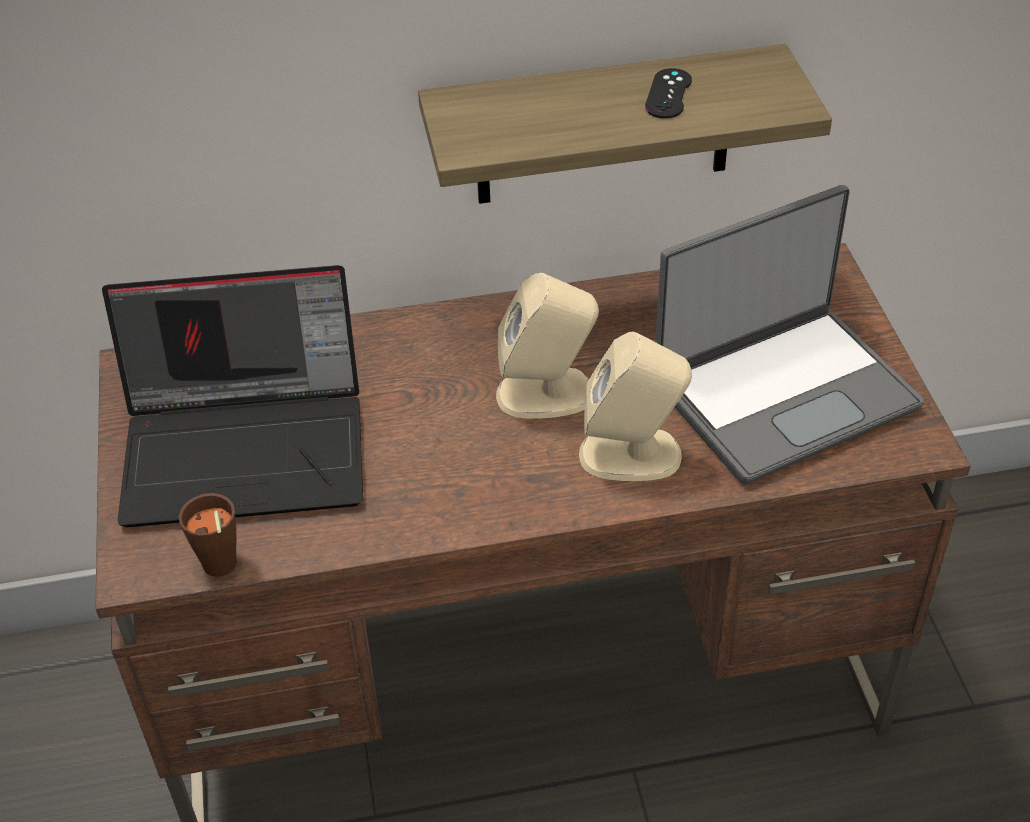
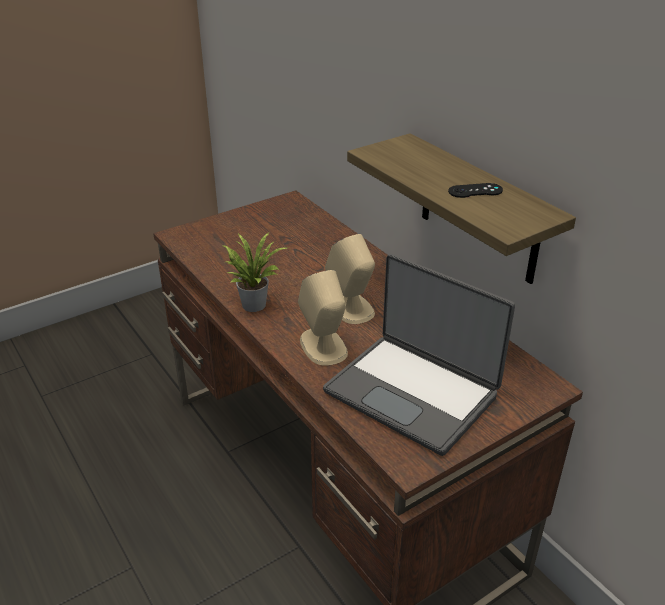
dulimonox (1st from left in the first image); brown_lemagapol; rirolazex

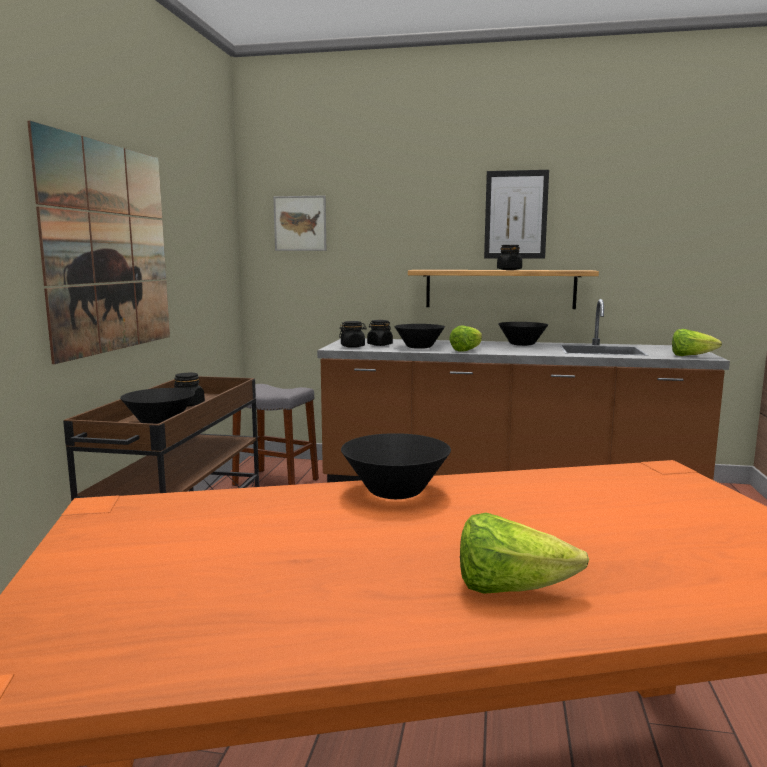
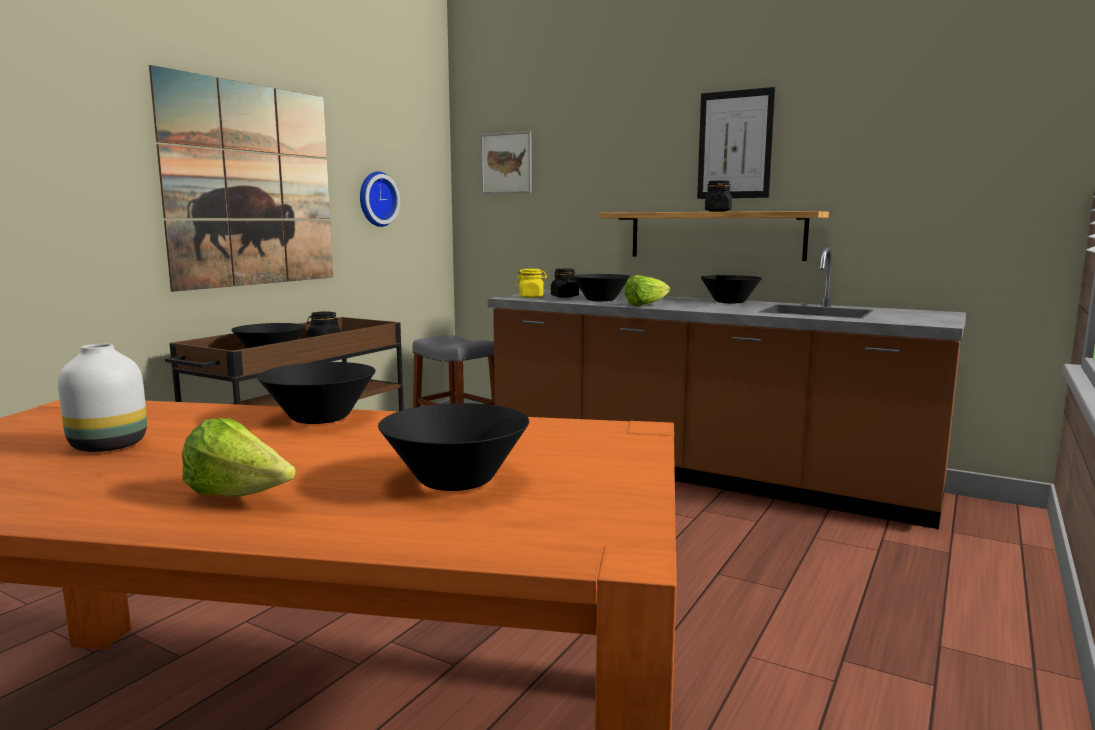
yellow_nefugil; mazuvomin (3rd from left in the first image); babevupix; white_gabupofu; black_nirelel (3rd from left)

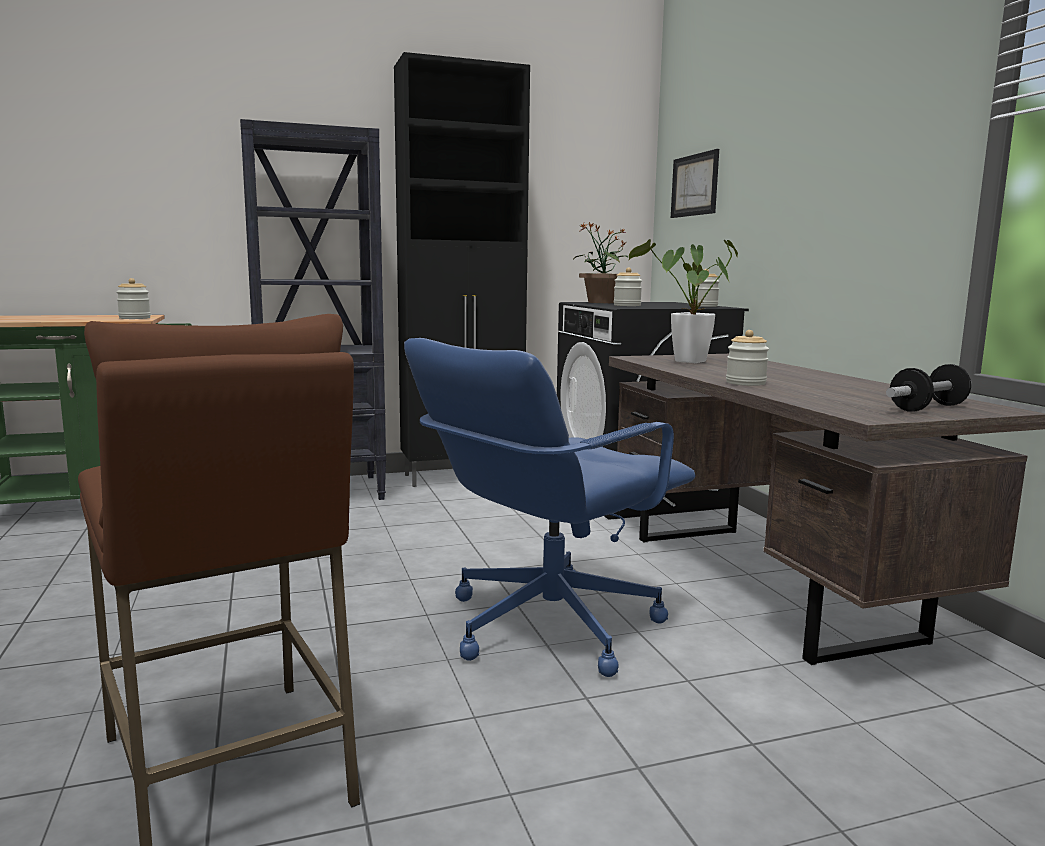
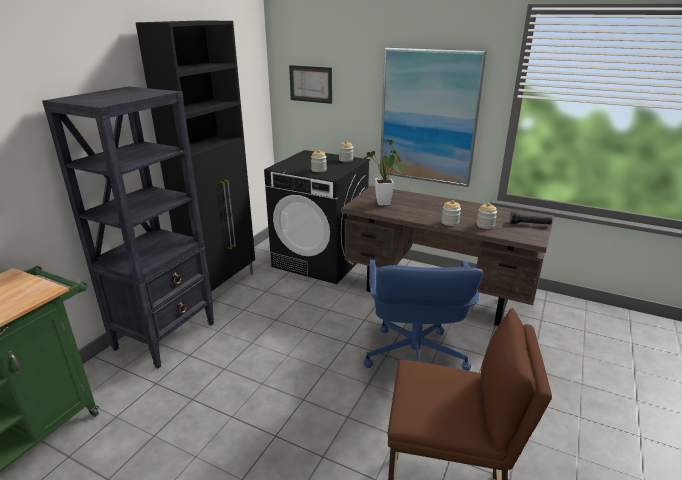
rirolazex (1st from left in the first image); nefugil (4th from left); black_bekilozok; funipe (2nd from left)

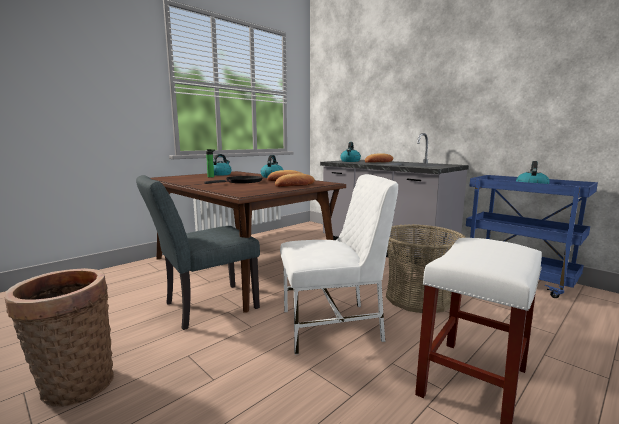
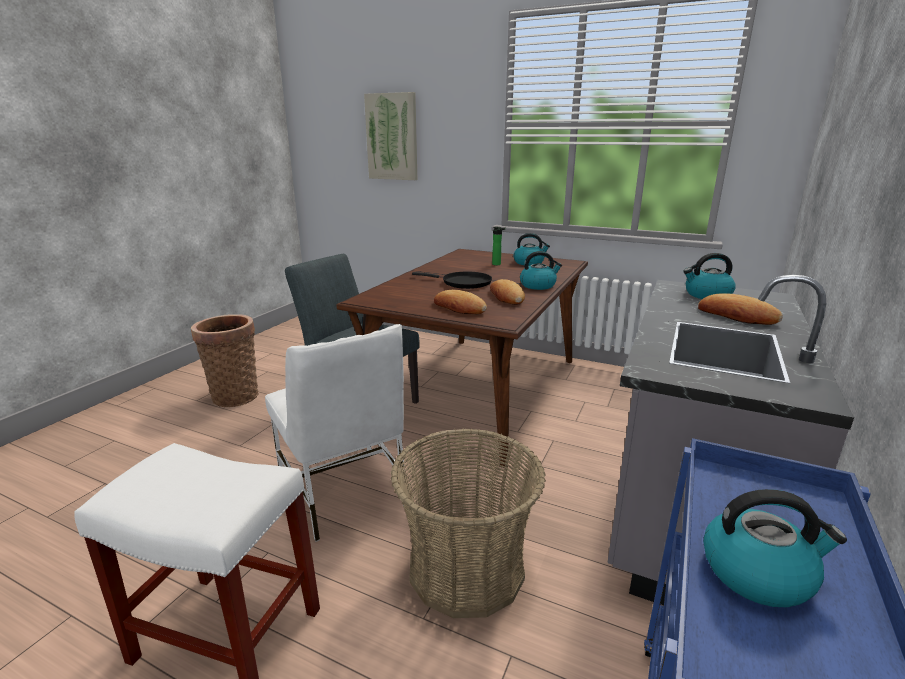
funipe

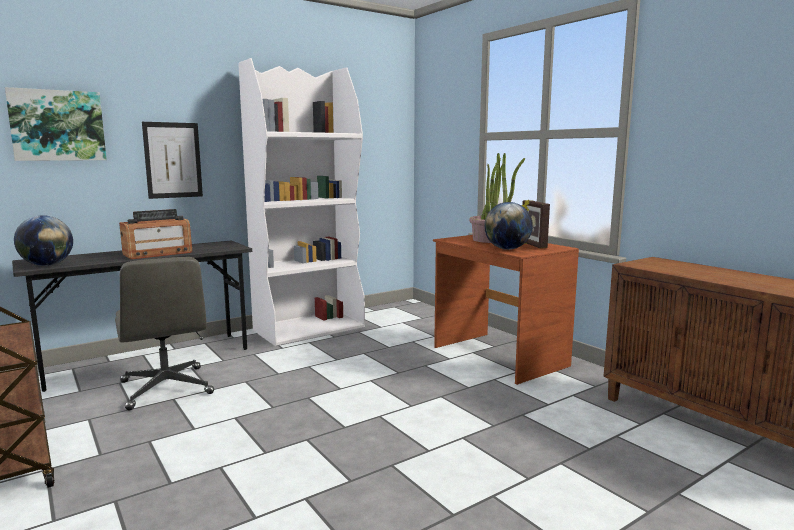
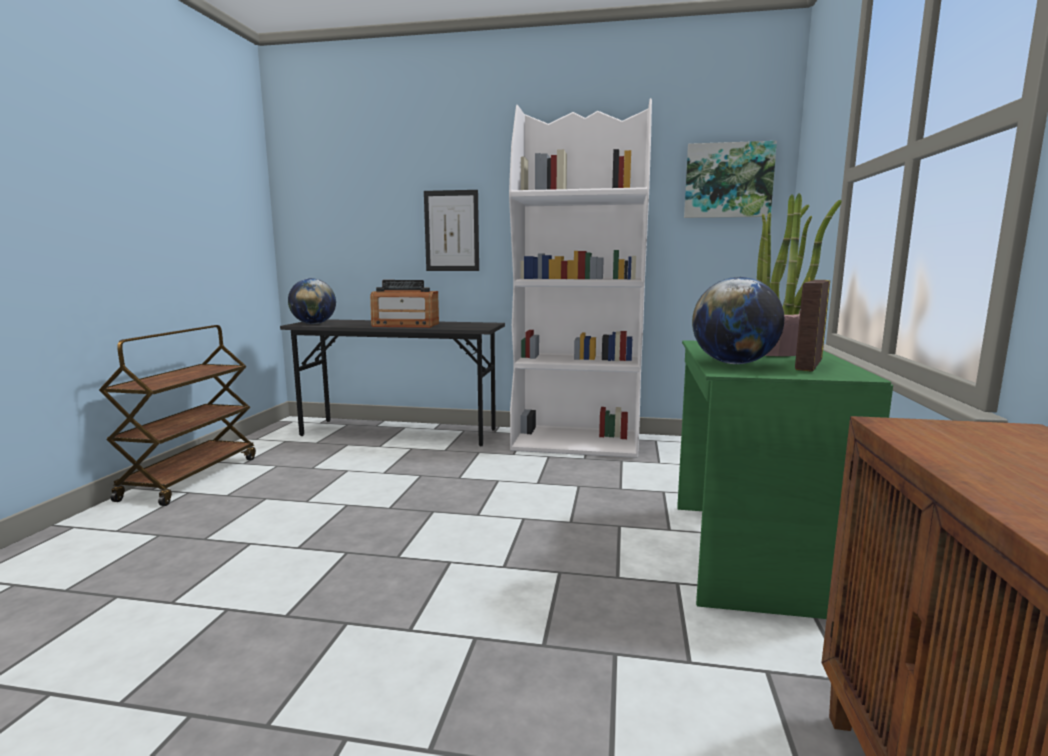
funipe (2nd from left); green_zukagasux; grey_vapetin

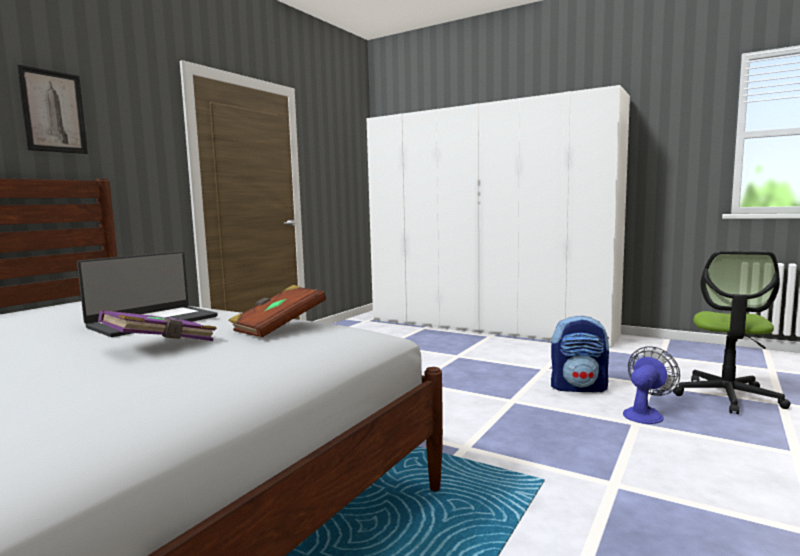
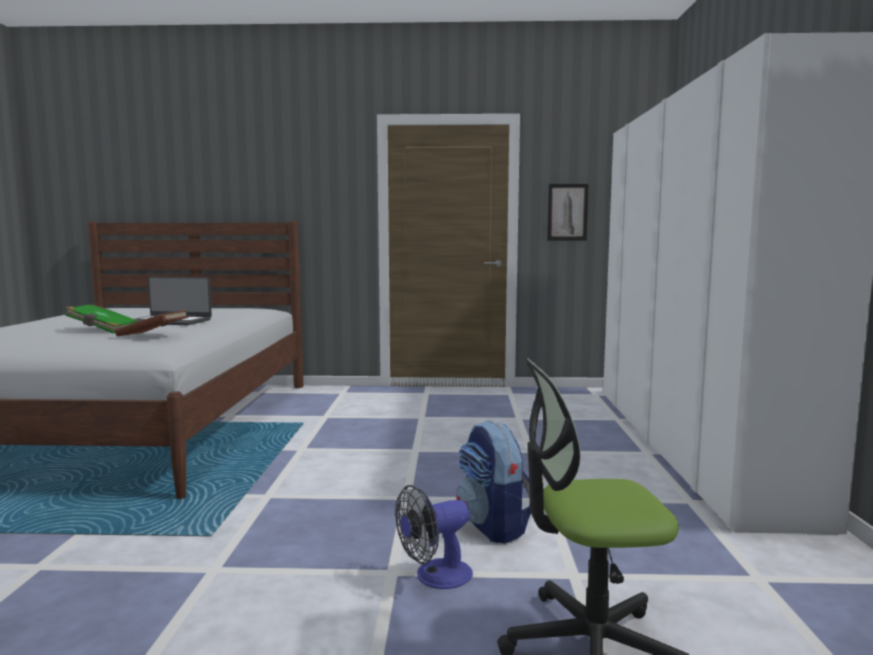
funipe; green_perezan; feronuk

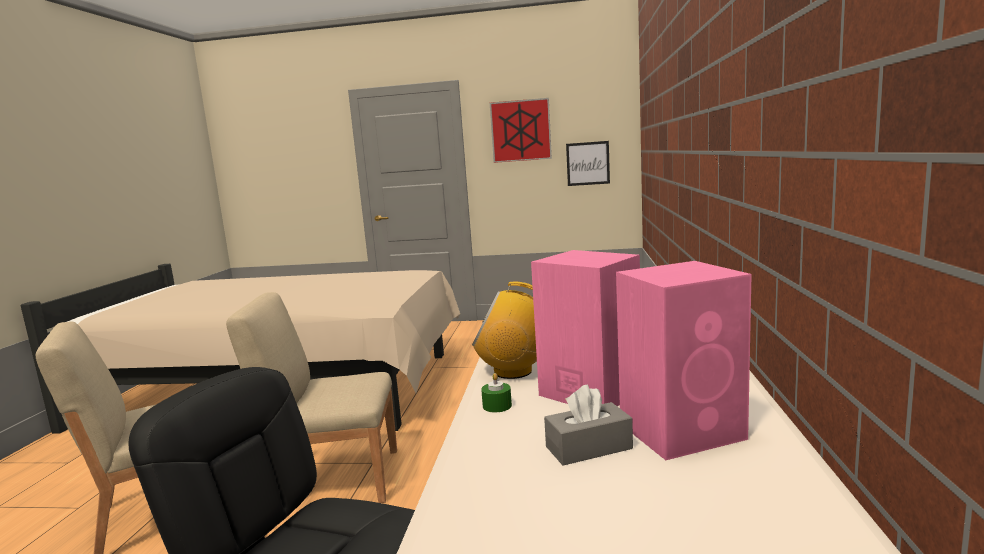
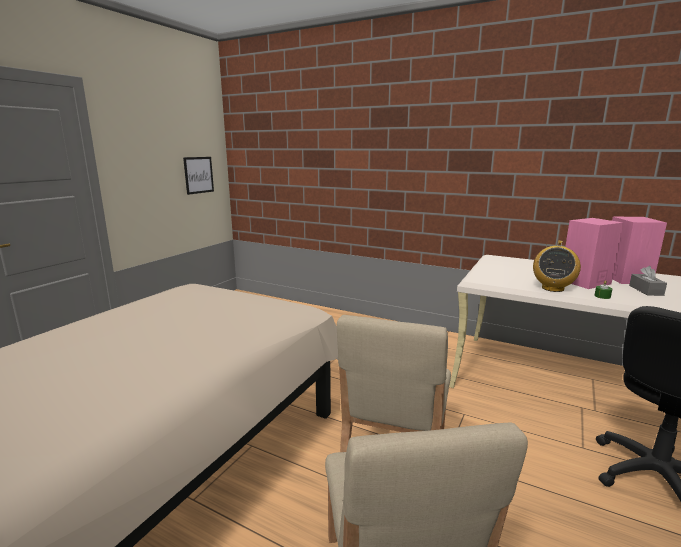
funipe (1st from left in the first image)

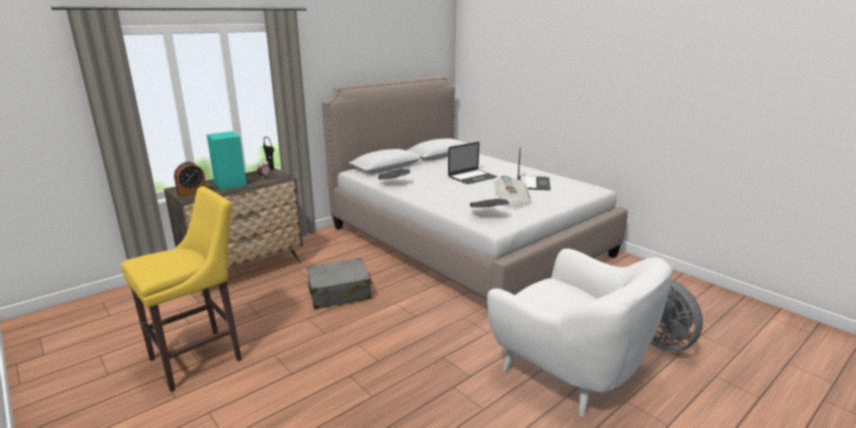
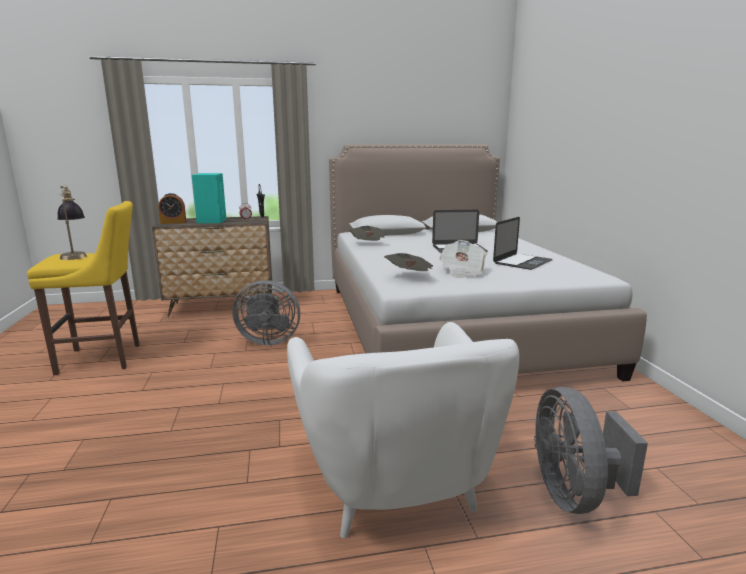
grey_feronuk (1st from left); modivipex

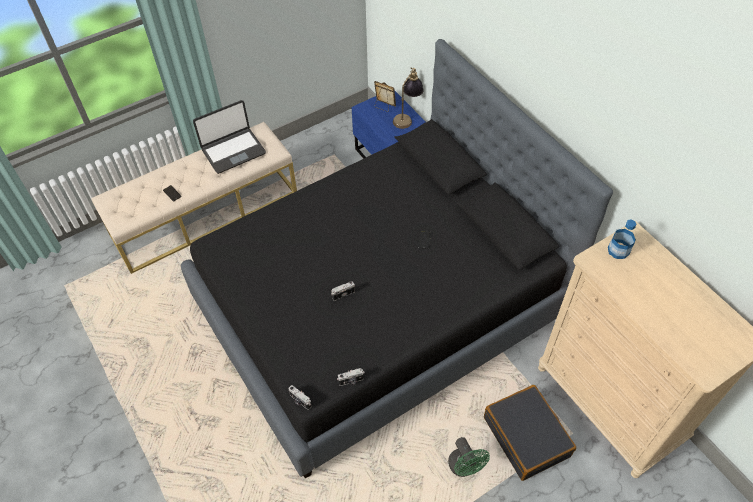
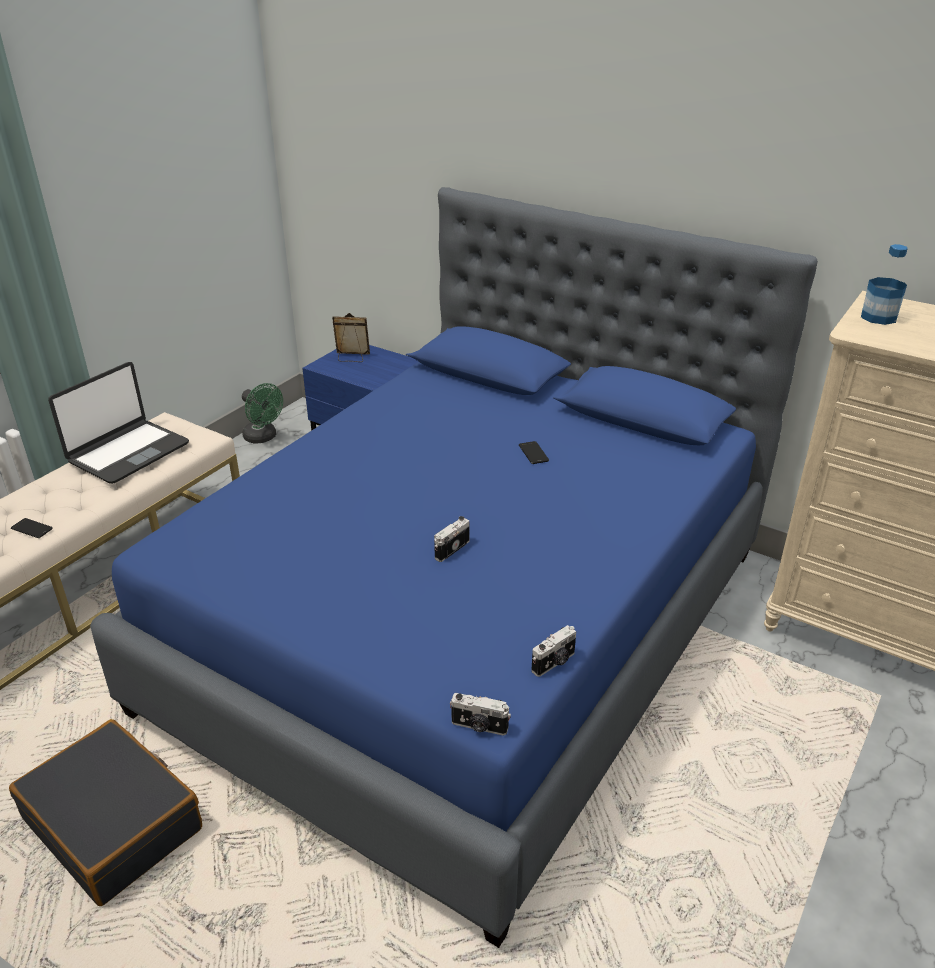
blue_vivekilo; modivipex; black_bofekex; green_feronuk

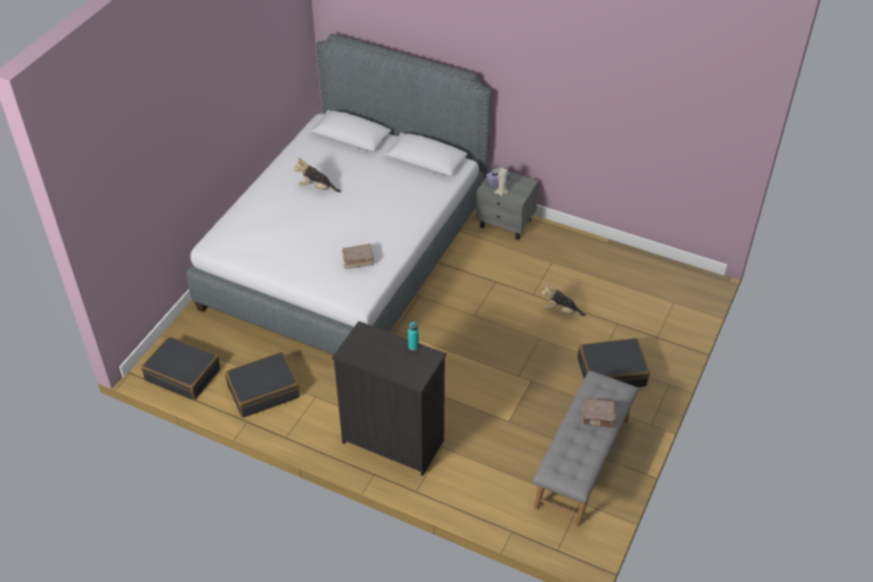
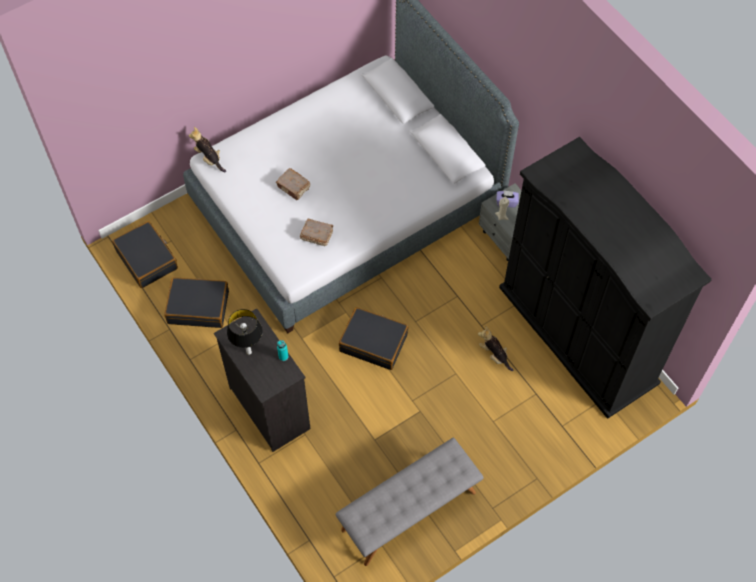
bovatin (1st from left); black_bofekex (3rd from left); brown_perezan (1st from left); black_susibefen; modivipex

